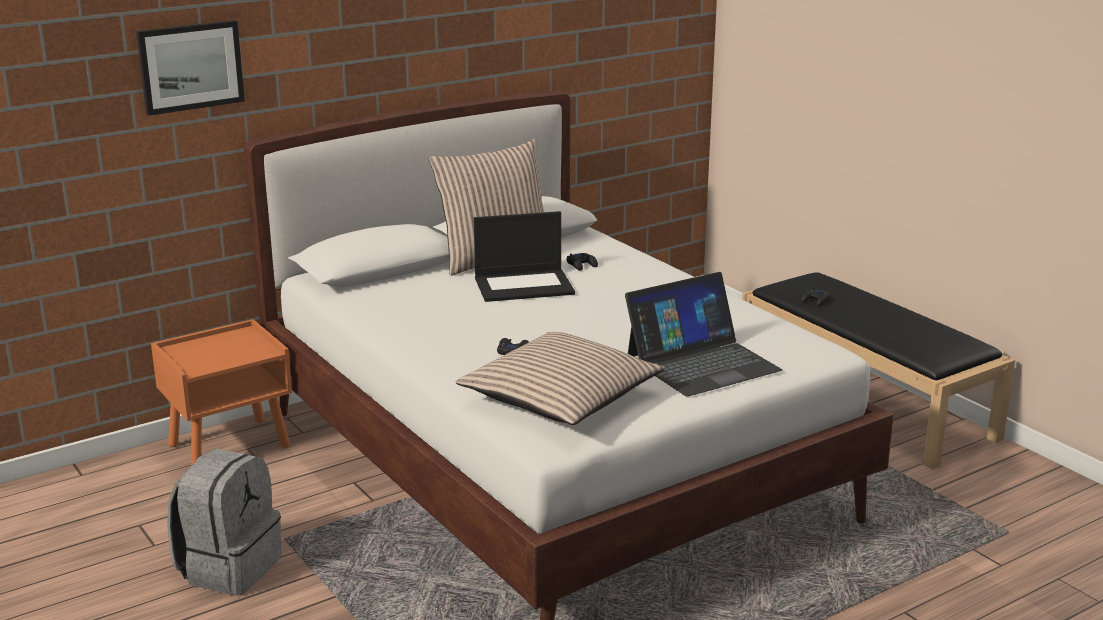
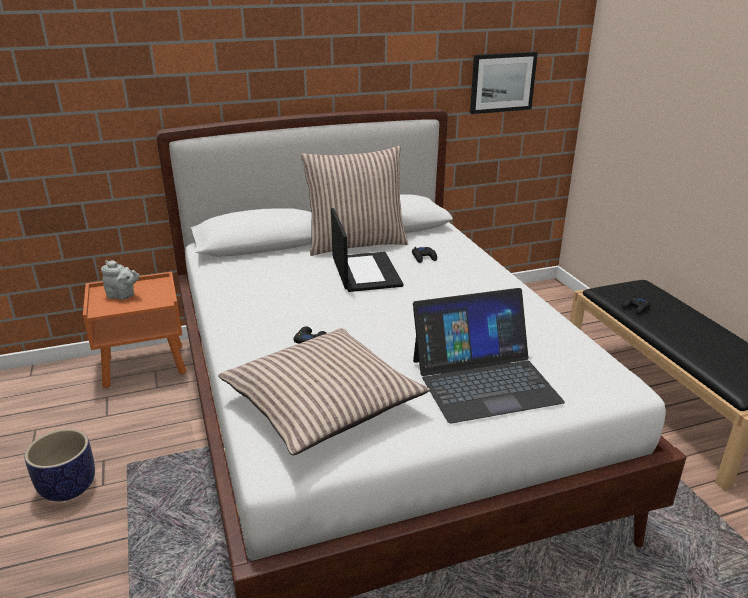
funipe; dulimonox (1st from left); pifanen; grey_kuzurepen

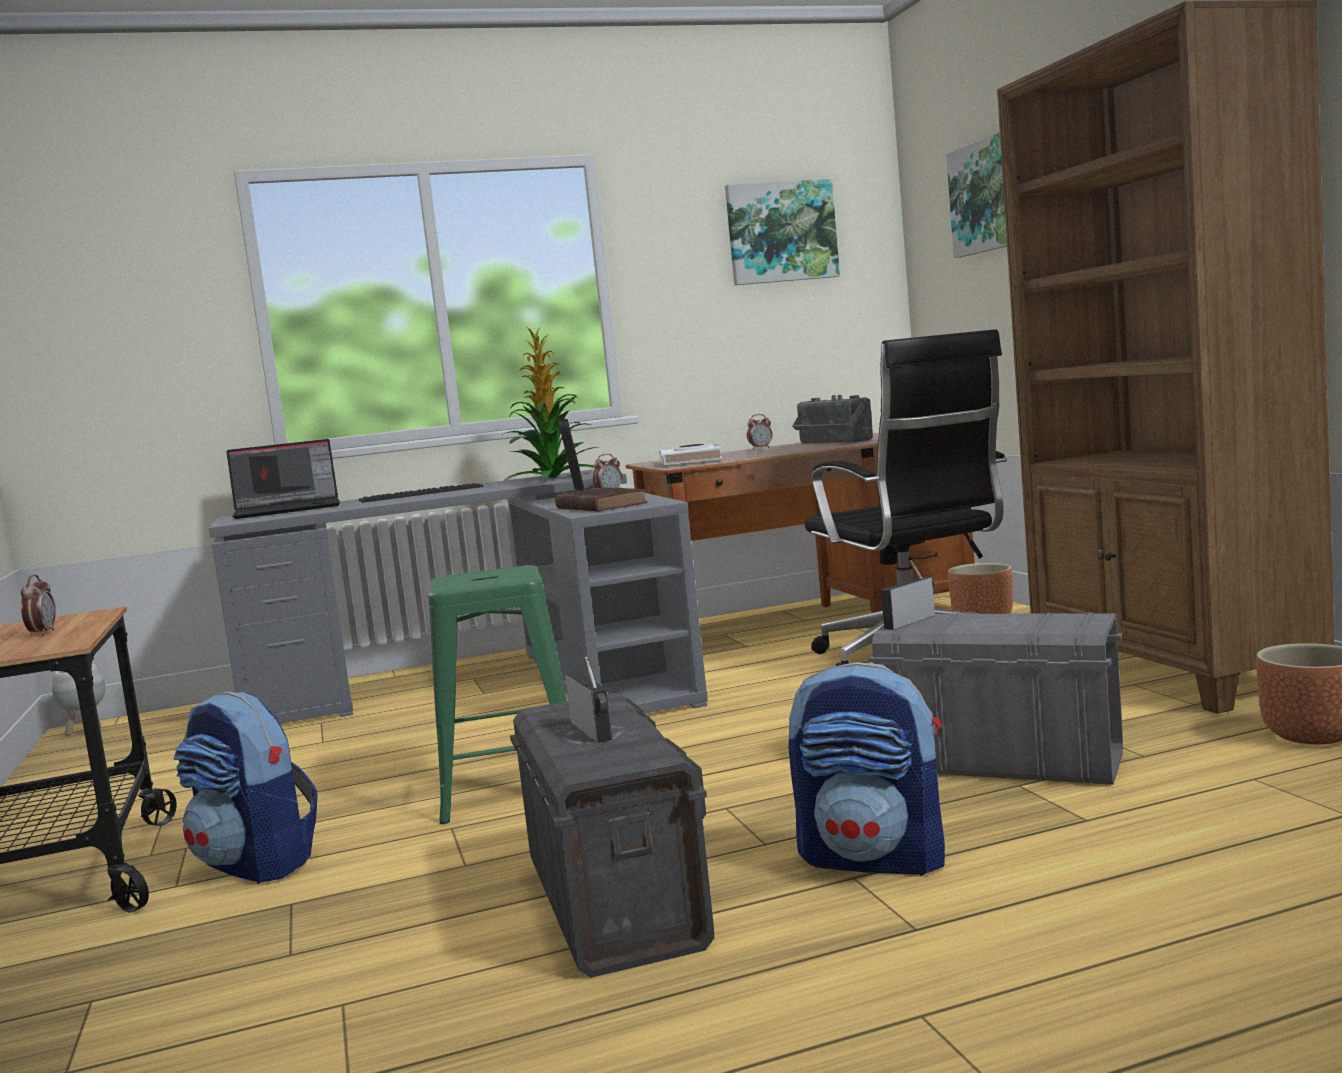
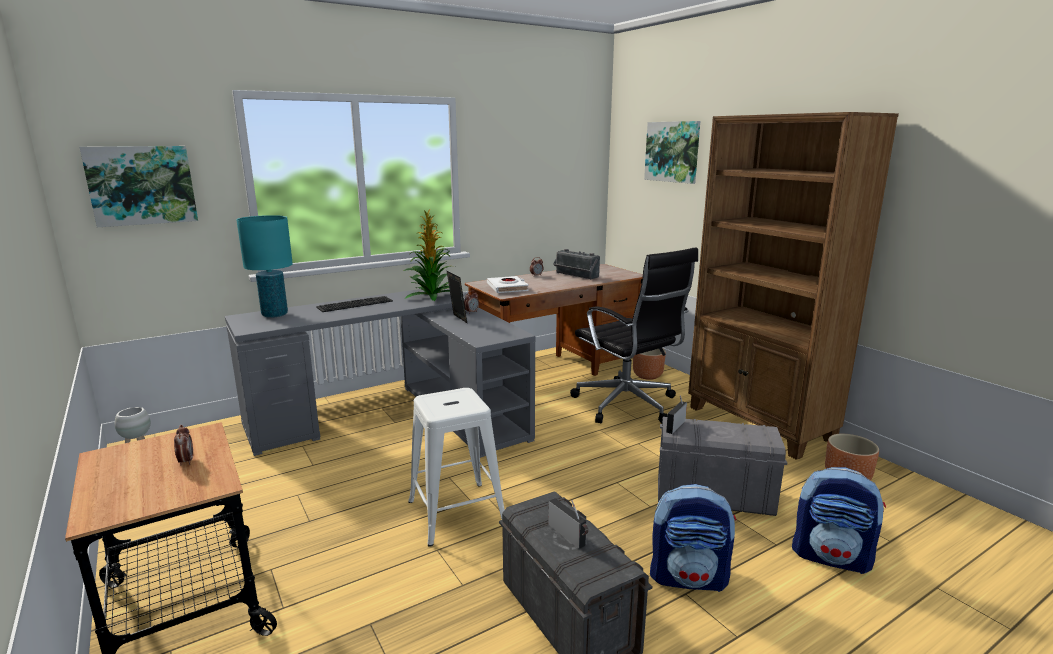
funipe (1st from left); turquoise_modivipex; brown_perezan; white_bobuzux; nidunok (2nd from left)

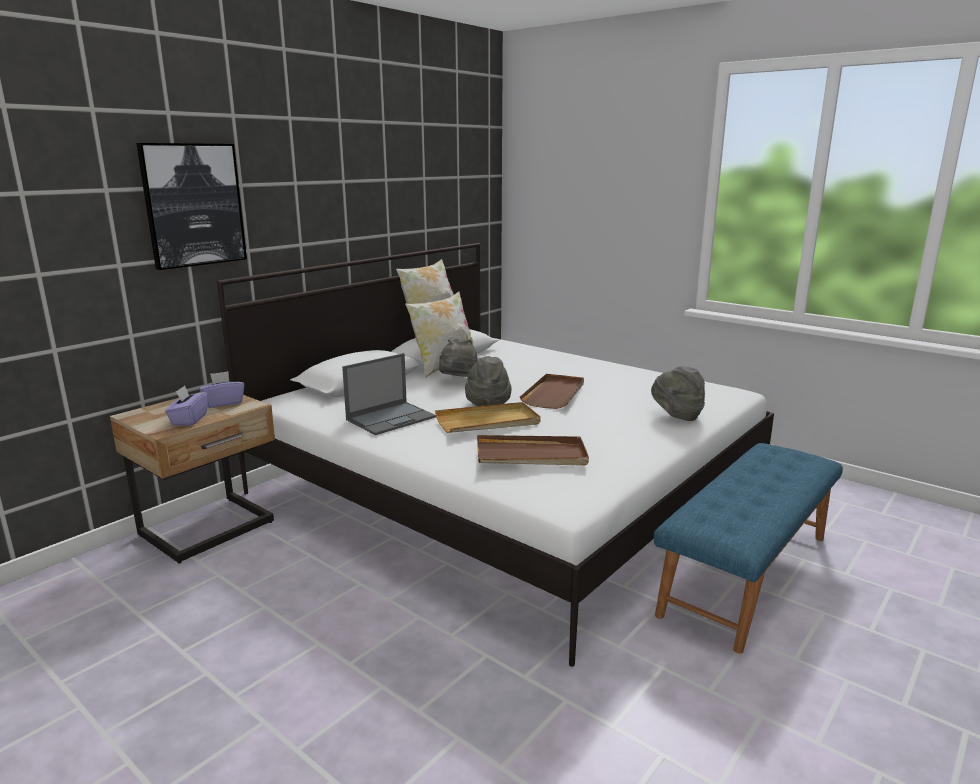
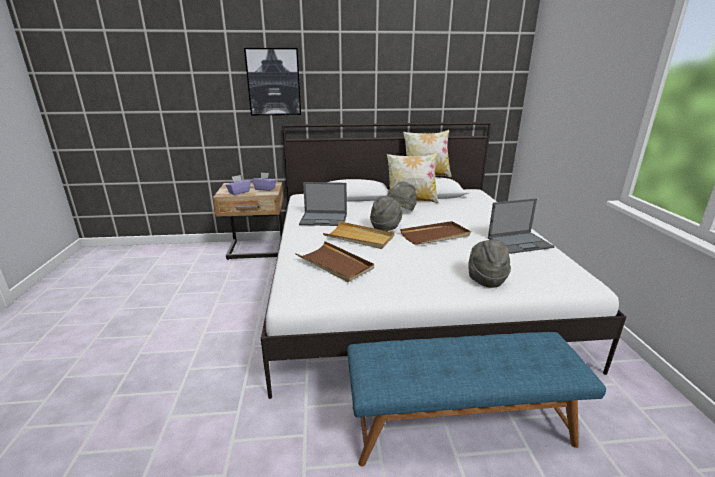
dulimonox (2nd from left)

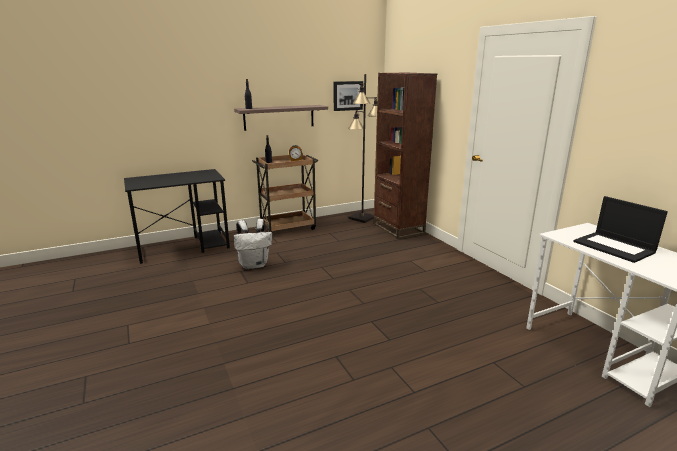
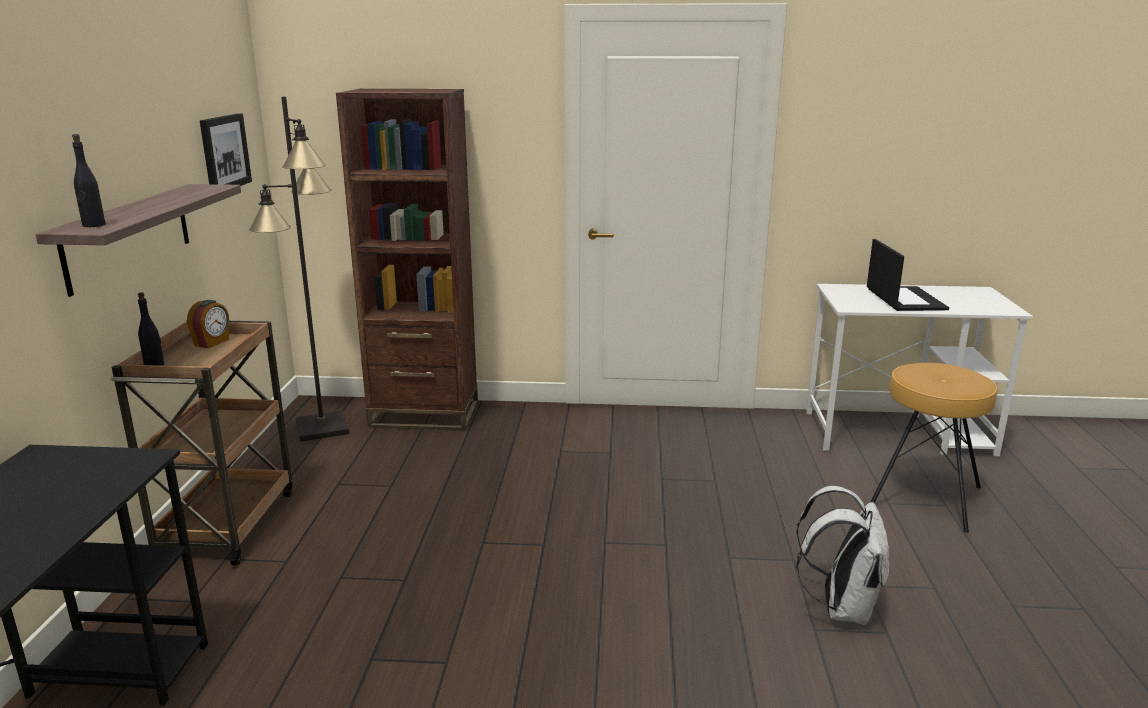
dulimonox; white_nidunok; brown_bobuzux

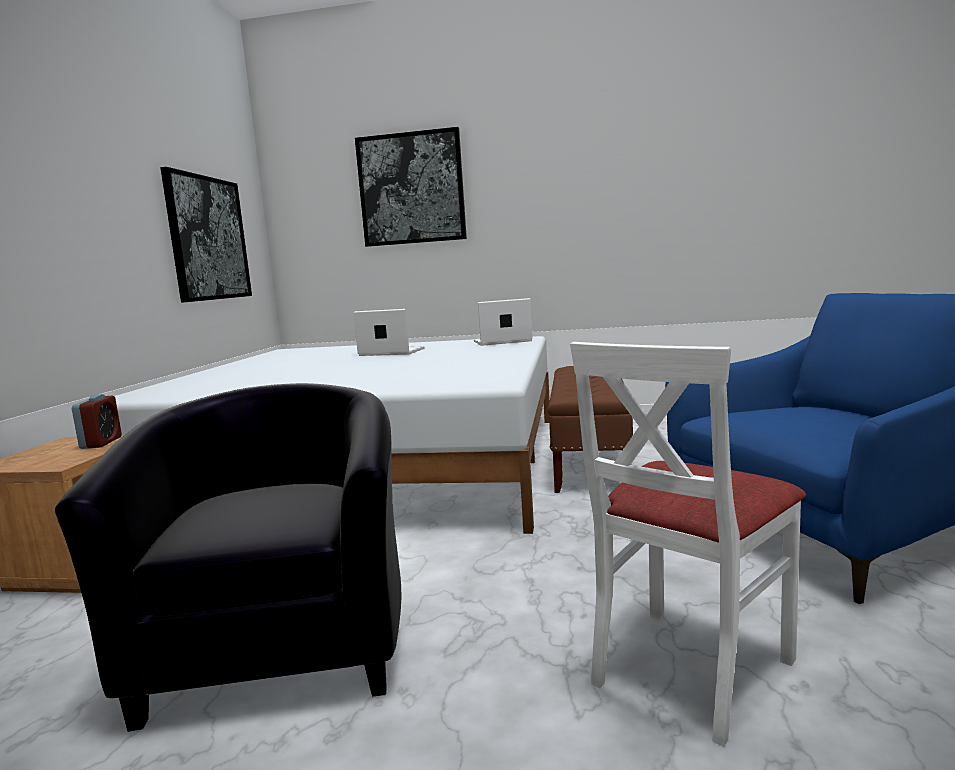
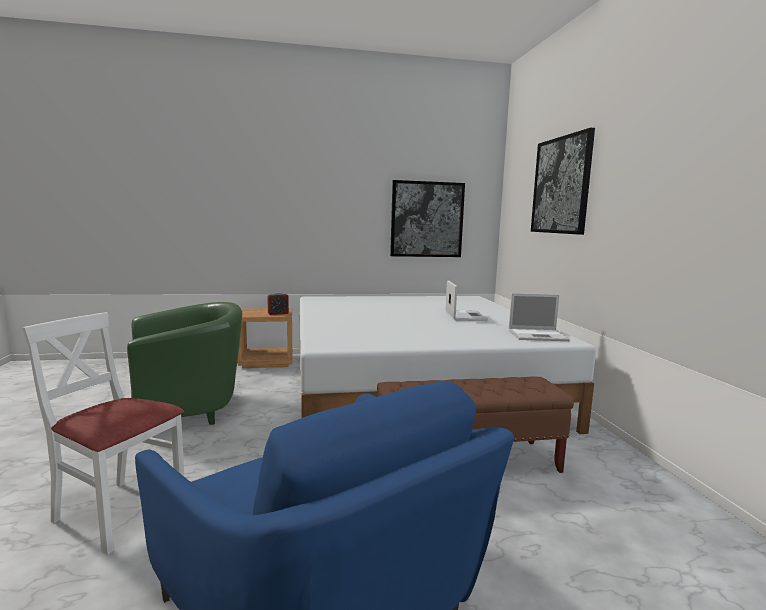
dulimonox (2nd from left); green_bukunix

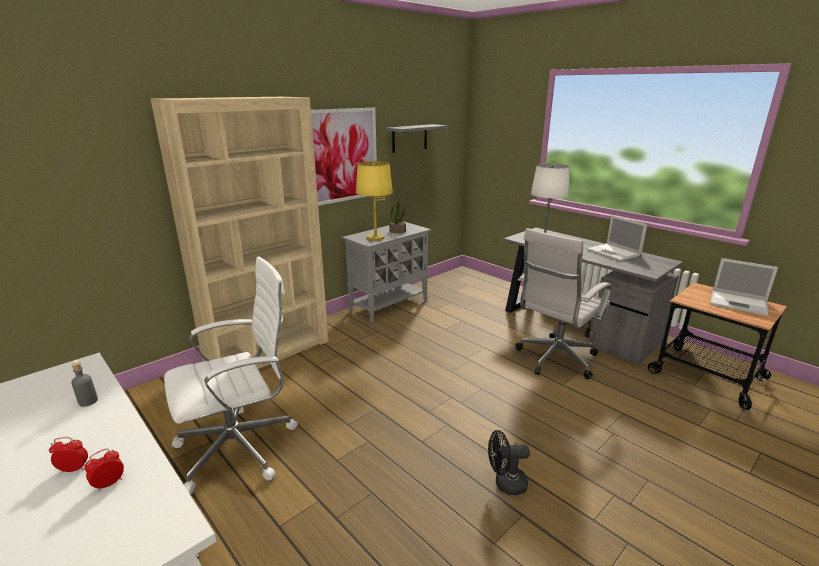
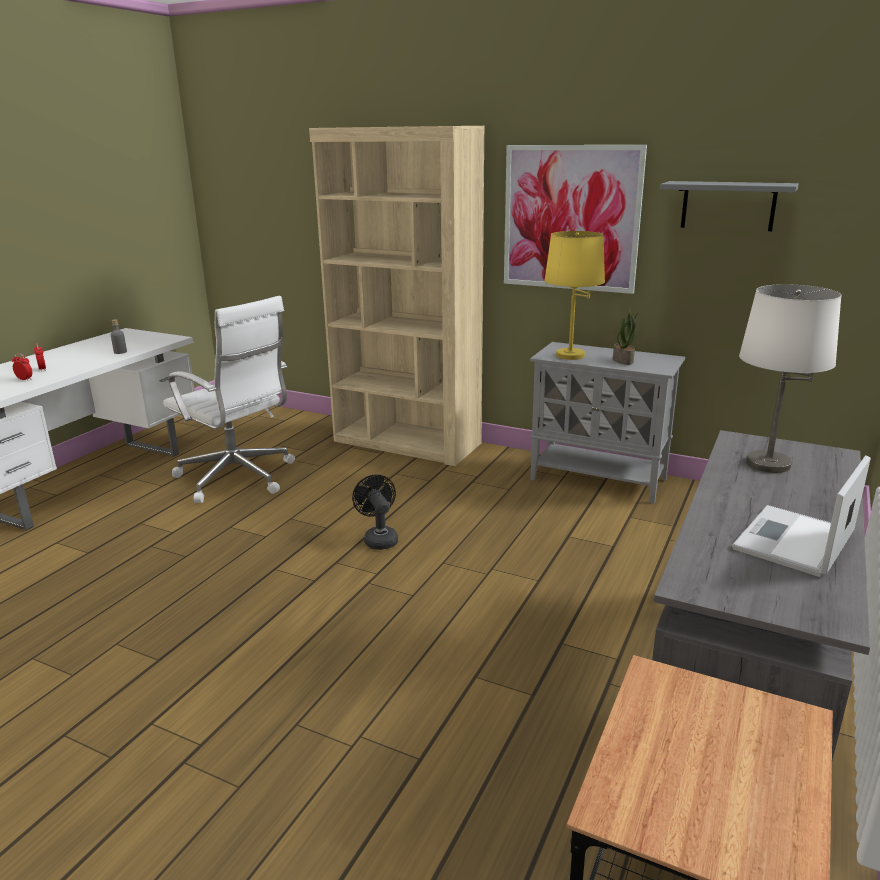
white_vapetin (2nd from left in the first image); dulimonox (2nd from left in the first image); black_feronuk

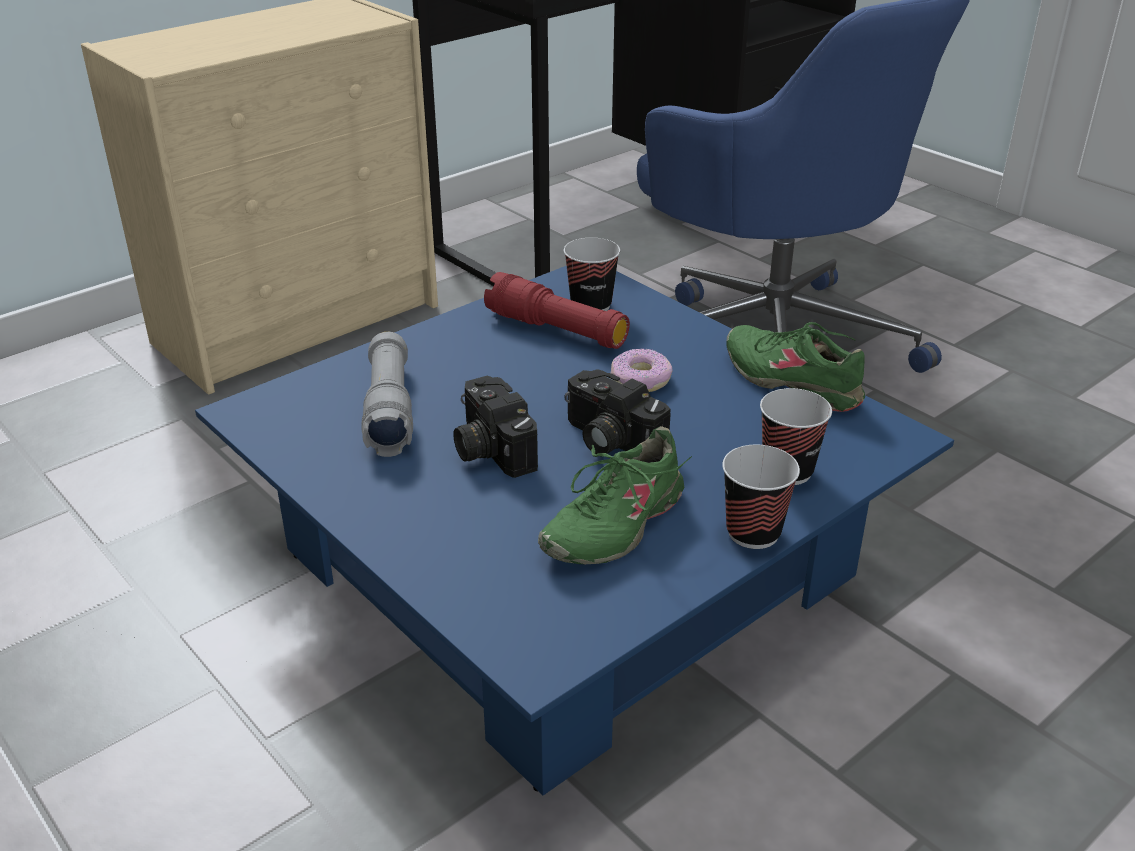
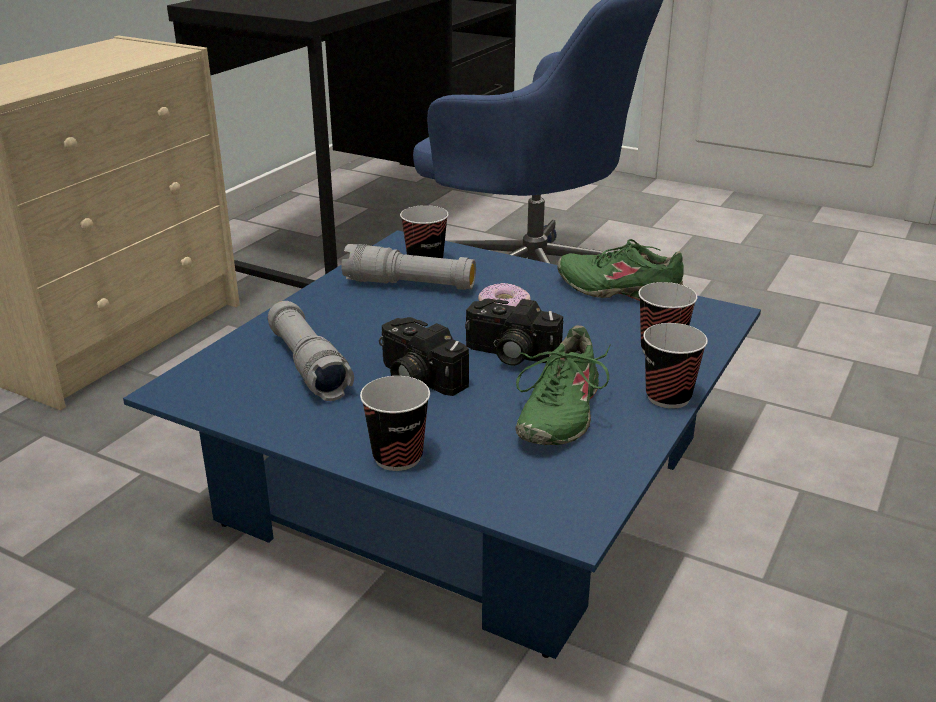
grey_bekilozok (2nd from left); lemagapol (1st from left)

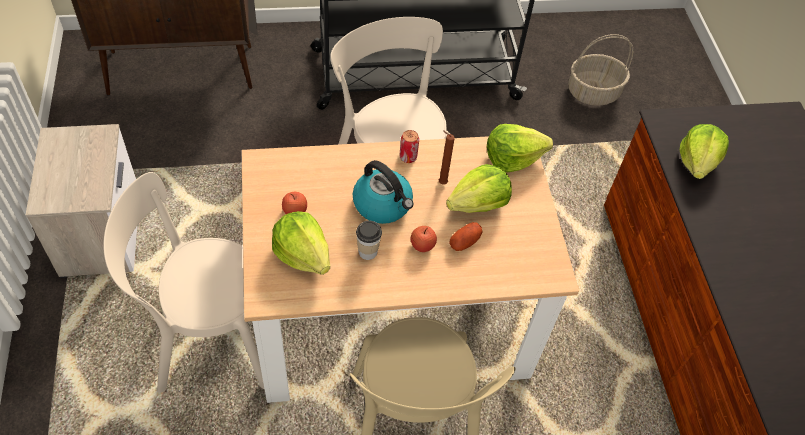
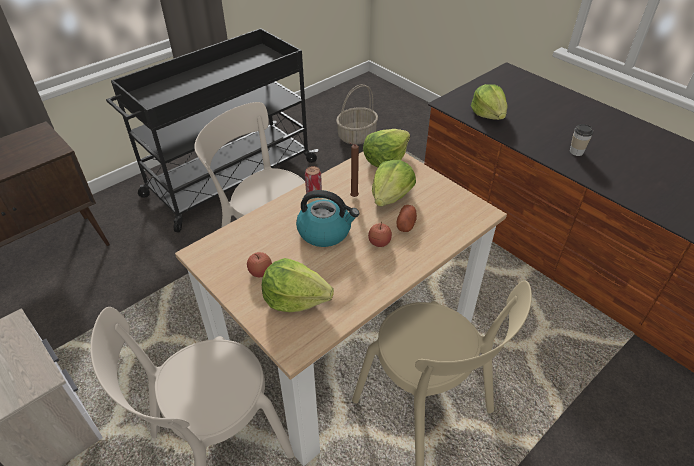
lemagapol

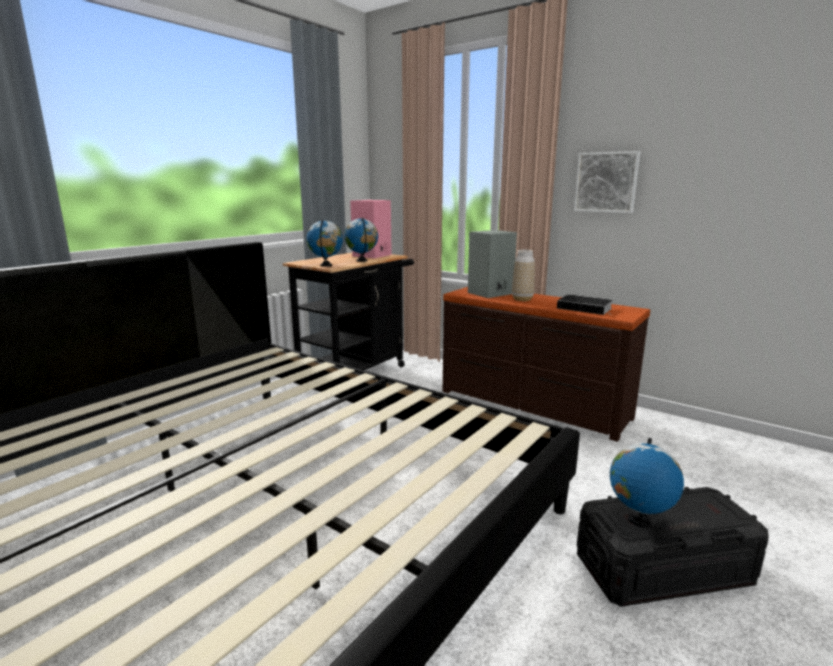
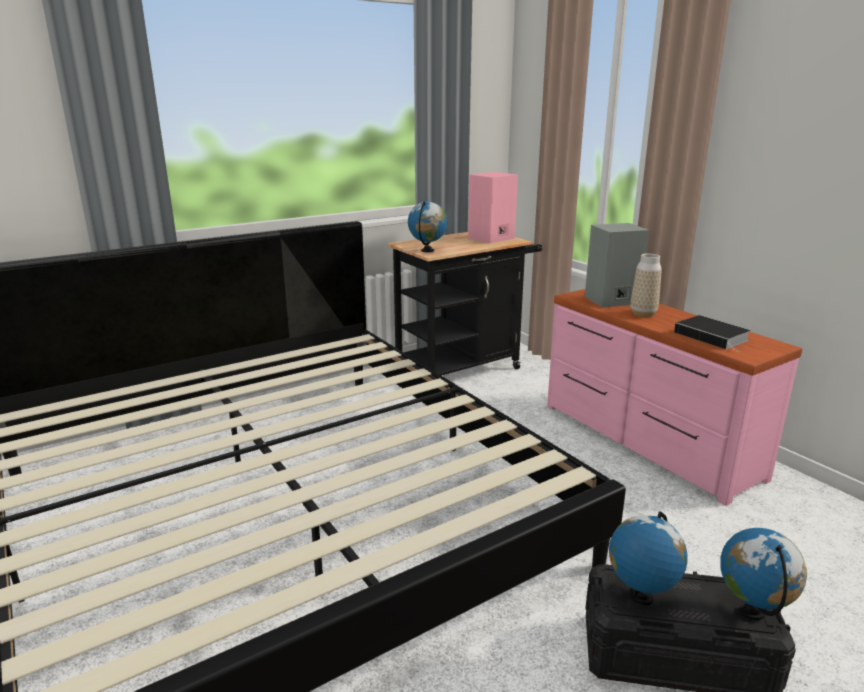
funipe; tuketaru (3rd from left); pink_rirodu

